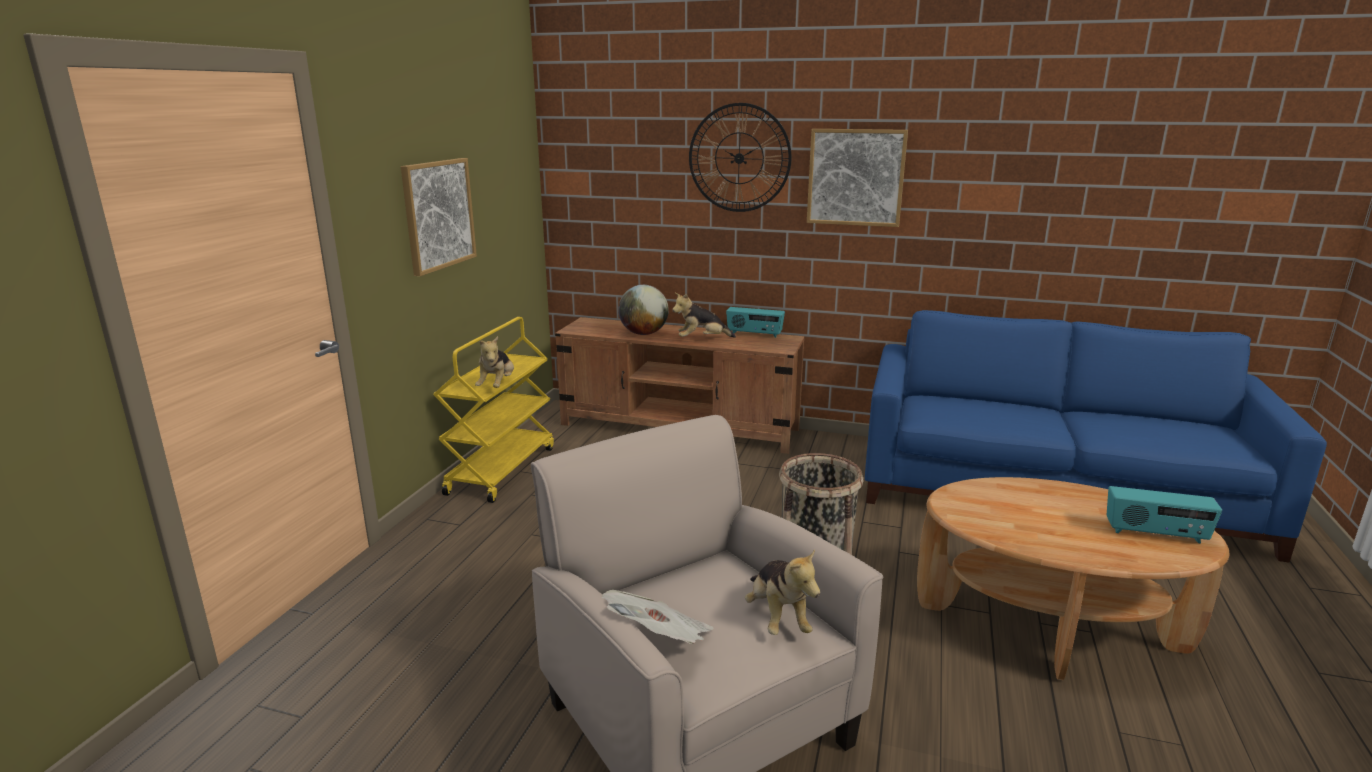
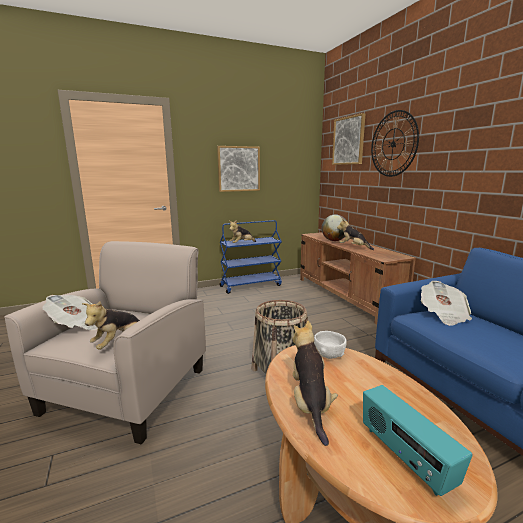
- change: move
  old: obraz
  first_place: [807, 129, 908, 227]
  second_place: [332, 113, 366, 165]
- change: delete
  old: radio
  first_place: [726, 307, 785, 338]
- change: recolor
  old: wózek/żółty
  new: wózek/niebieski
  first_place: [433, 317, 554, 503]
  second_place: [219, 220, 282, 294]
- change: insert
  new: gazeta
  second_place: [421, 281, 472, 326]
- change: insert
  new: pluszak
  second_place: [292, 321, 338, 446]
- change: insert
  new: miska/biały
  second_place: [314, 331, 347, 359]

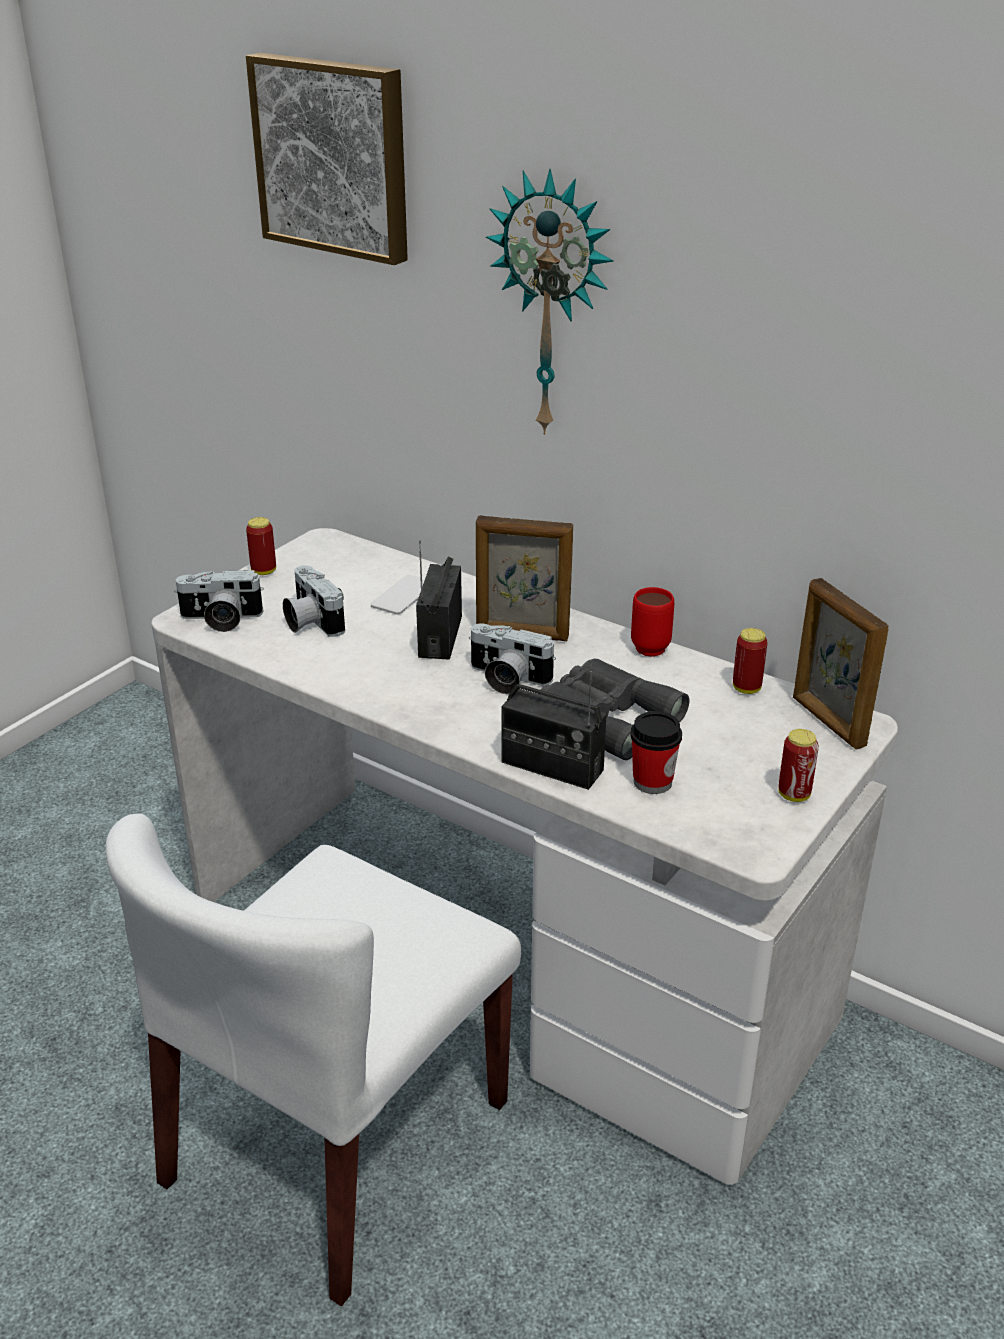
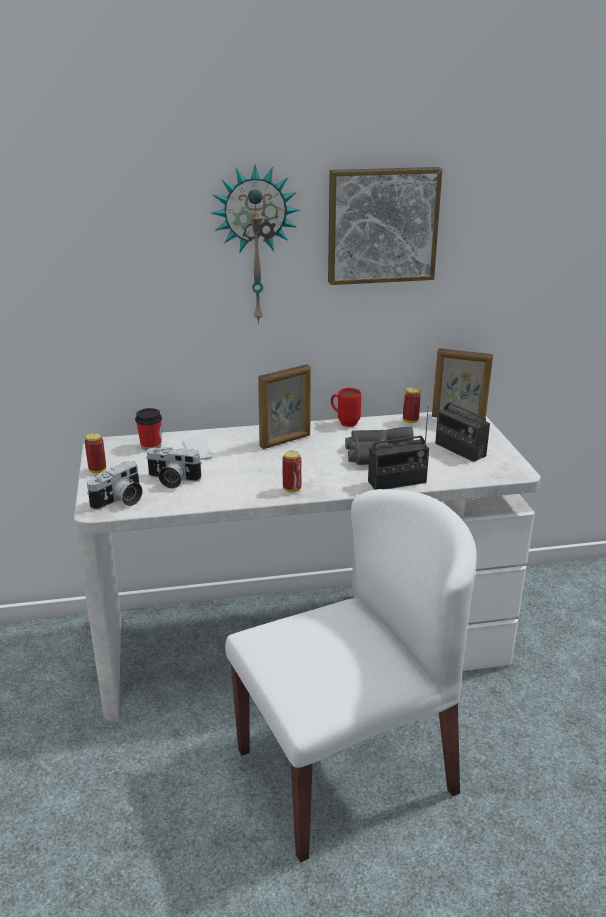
- change: move
  old: obraz
  first_place: [246, 53, 408, 265]
  second_place: [328, 167, 442, 285]
- change: move
  old: radio
  first_place: [416, 541, 462, 660]
  second_place: [435, 387, 490, 462]
- change: delete
  old: aparat fotograficzny
  first_place: [469, 623, 556, 694]
- change: move
  old: filiżanka
  first_place: [630, 711, 682, 794]
  second_place: [135, 408, 162, 451]
- change: move
  old: puszka
  first_place: [778, 729, 819, 802]
  second_place: [282, 451, 302, 493]
- change: rotate
  old: krzesło/biały
  first_place: [106, 814, 521, 1306]
  second_place: [225, 489, 477, 862]
  degrees: -105

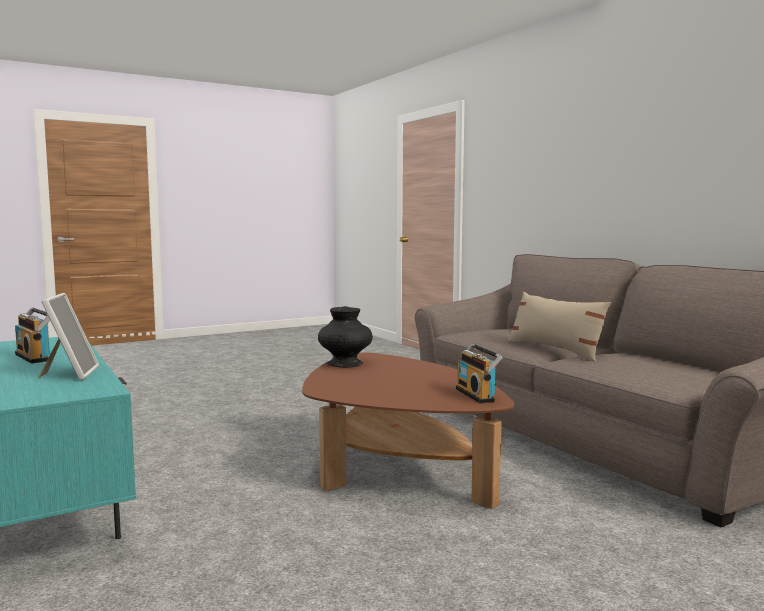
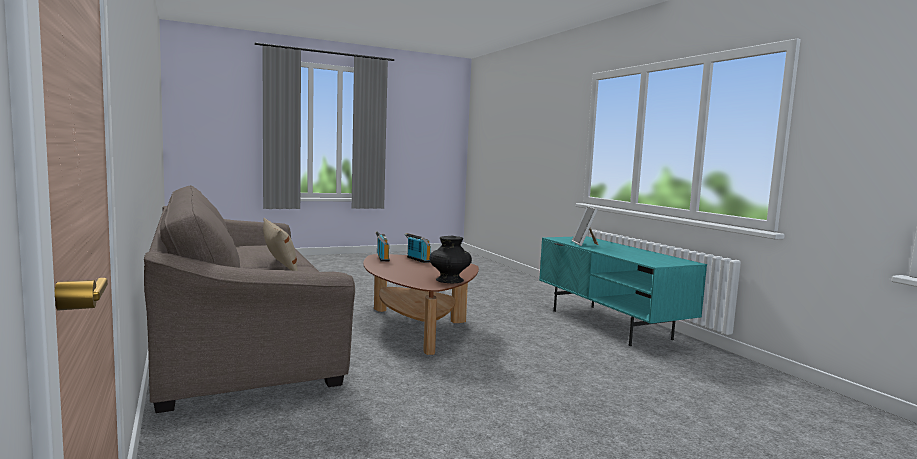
- change: move
  old: radio
  first_place: [15, 307, 50, 364]
  second_place: [405, 233, 431, 263]

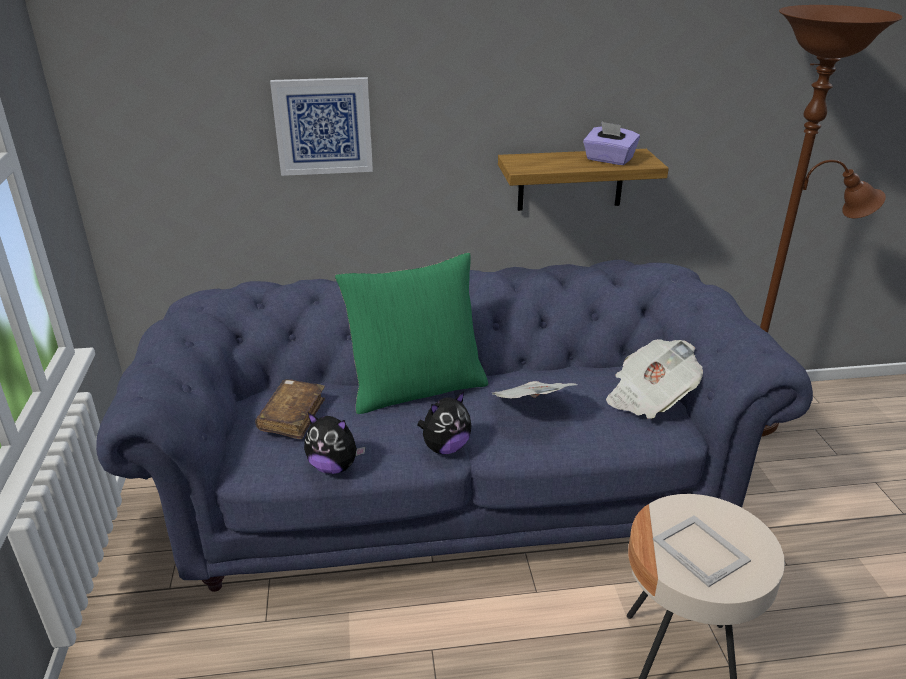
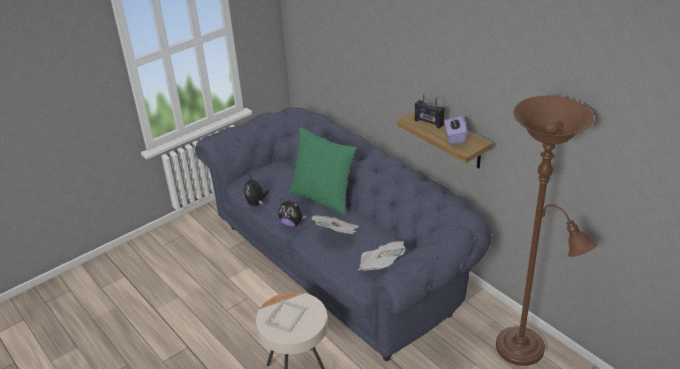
- change: delete
  old: obraz
  first_place: [270, 77, 373, 176]
- change: delete
  old: książka/brązowy
  first_place: [255, 379, 325, 439]
- change: insert
  new: radio
  second_place: [414, 94, 445, 129]

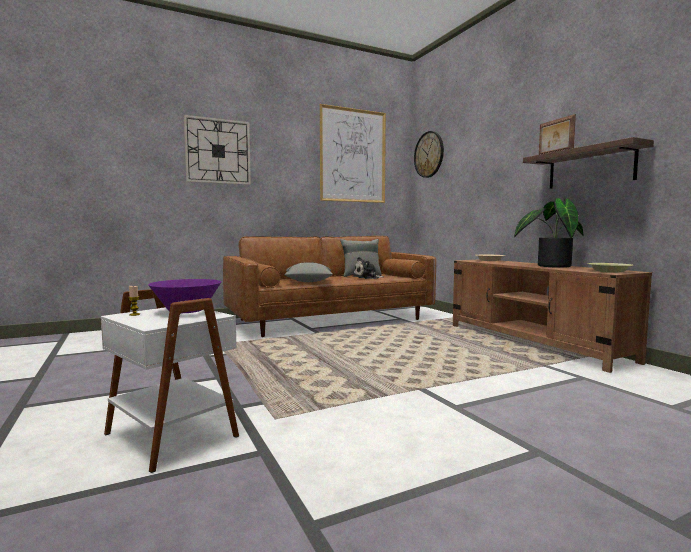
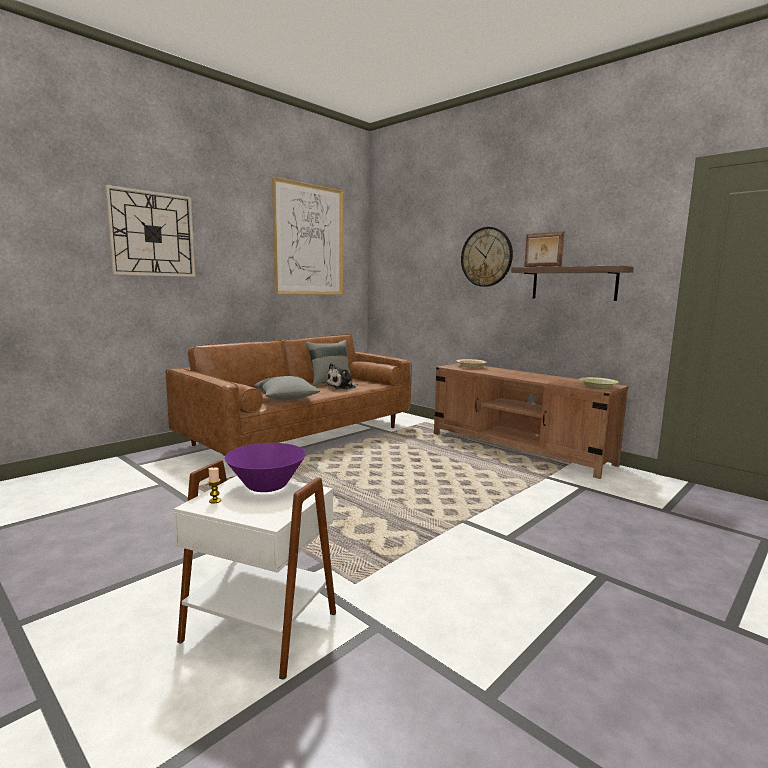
- change: move
  old: zegar ścienny
  first_place: [414, 131, 444, 178]
  second_place: [461, 227, 513, 287]
- change: delete
  old: roślina doniczkowa
  first_place: [514, 198, 584, 268]

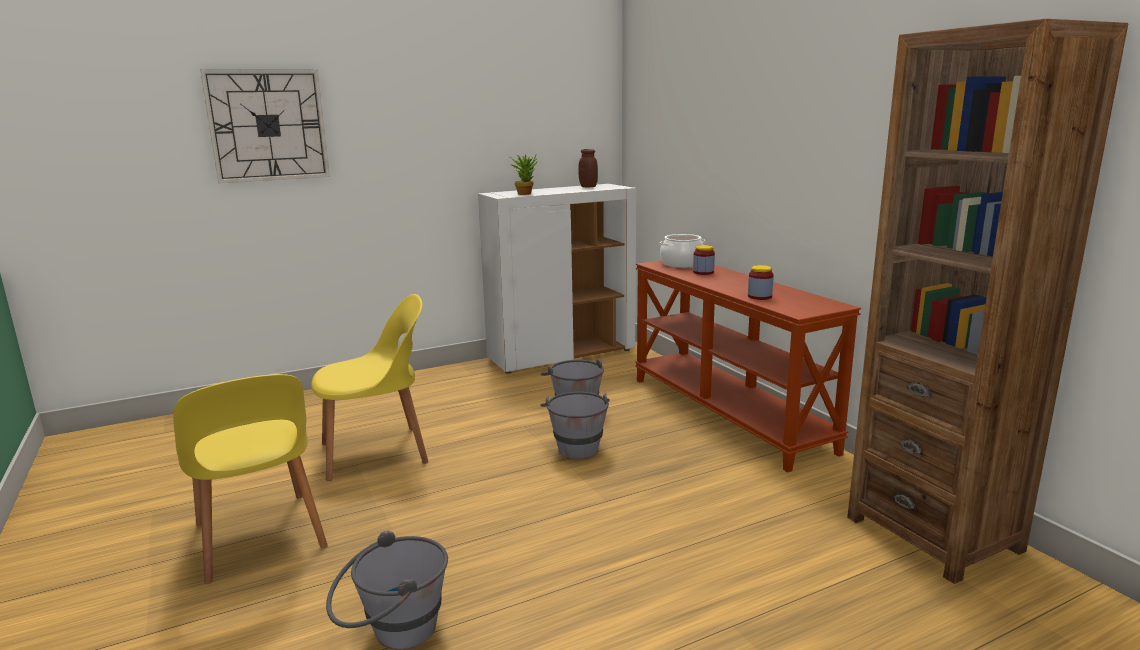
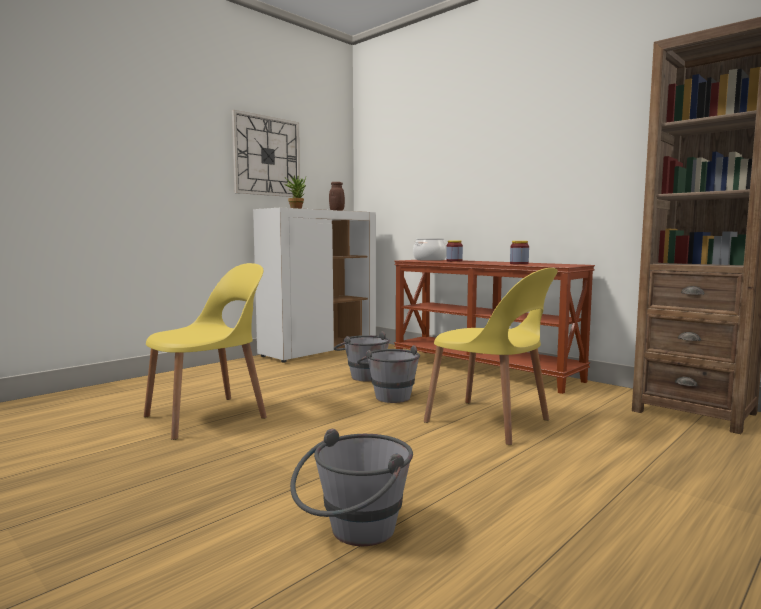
- change: move
  old: zegar ścienny
  first_place: [200, 69, 330, 184]
  second_place: [232, 110, 300, 197]
- change: move
  old: krzesło/żółty
  first_place: [173, 374, 328, 584]
  second_place: [424, 268, 558, 445]

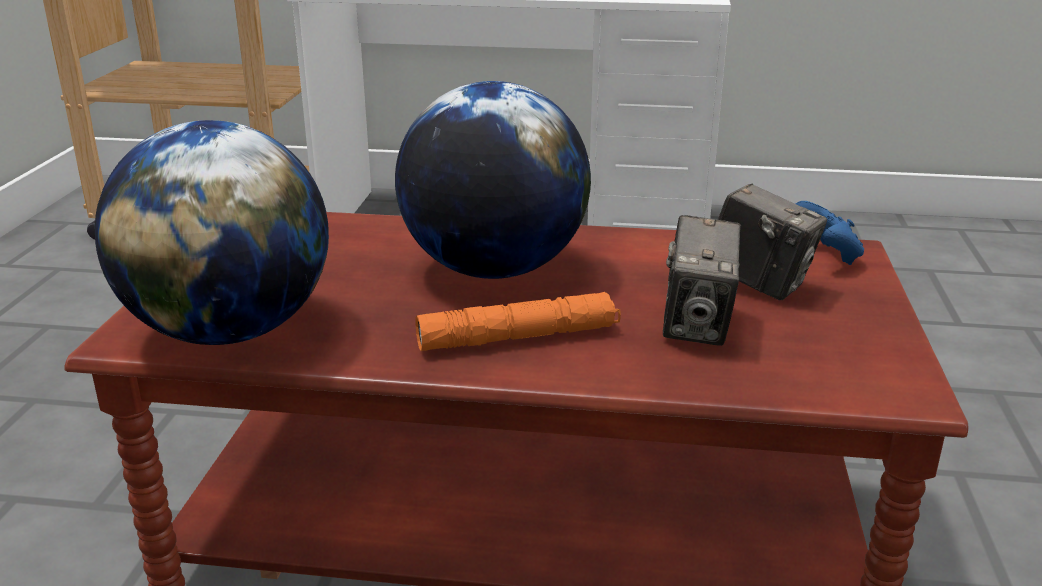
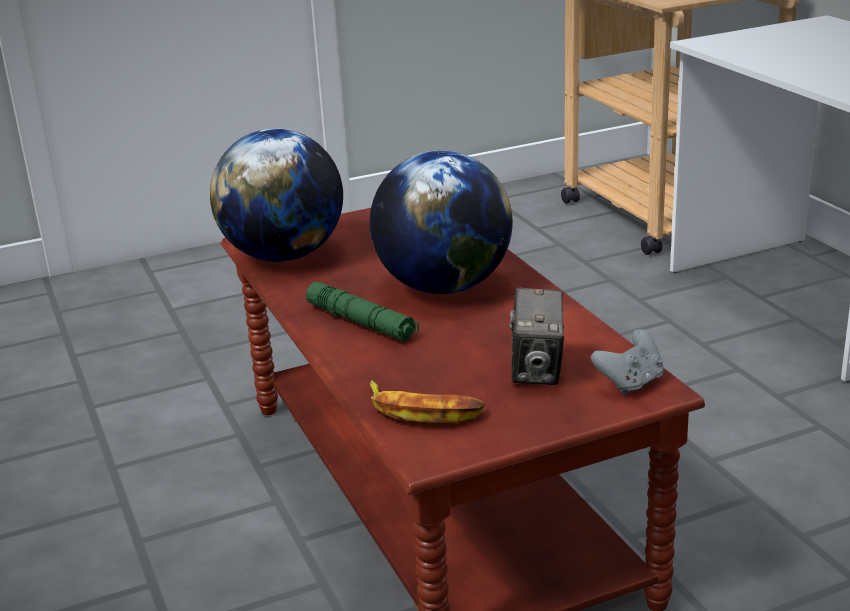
- change: recolor
  old: pad do gier/niebieski
  new: pad do gier/szary
  first_place: [796, 201, 864, 265]
  second_place: [591, 329, 664, 395]
- change: delete
  old: aparat fotograficzny
  first_place: [663, 215, 741, 346]
- change: recolor
  old: latarka/pomarańczowy
  new: latarka/zielony
  first_place: [416, 292, 621, 351]
  second_place: [306, 282, 419, 342]
- change: insert
  new: banan
  second_place: [370, 380, 485, 423]

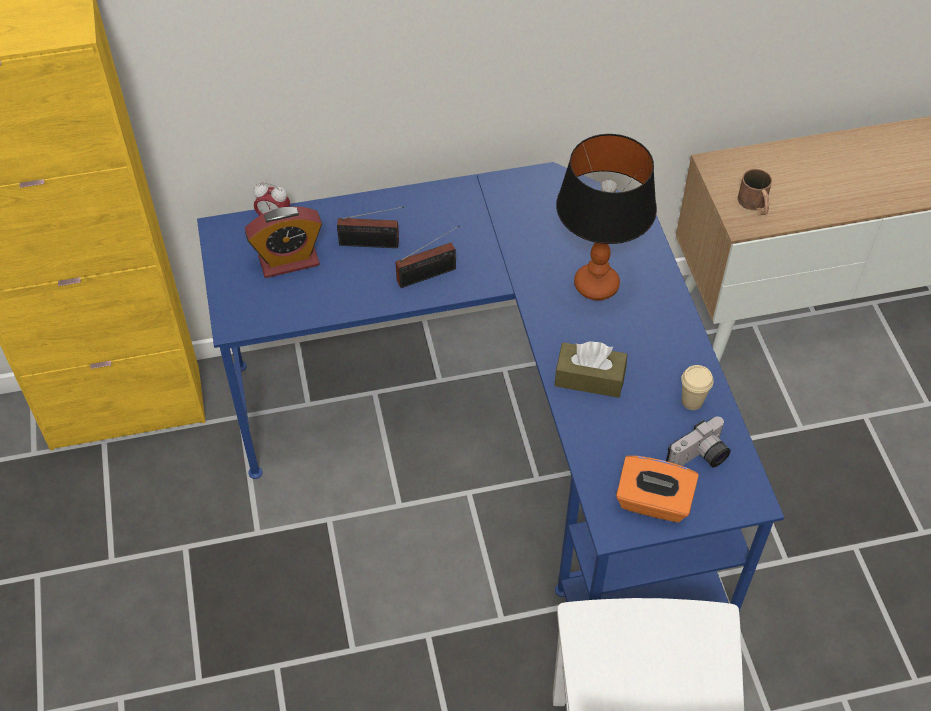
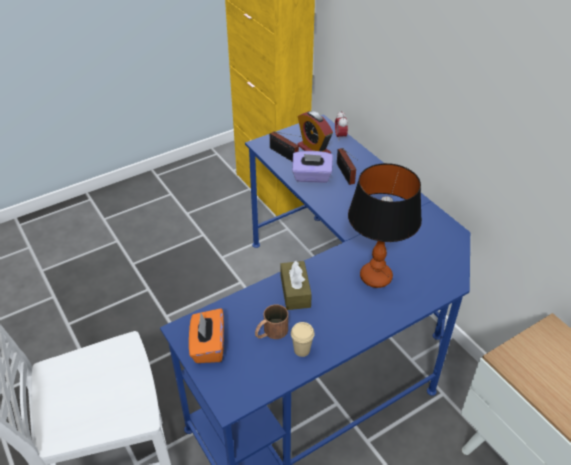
- change: move
  old: kubek/brązowy
  first_place: [738, 169, 772, 215]
  second_place: [255, 305, 288, 339]
- change: move
  old: radio
  first_place: [396, 226, 460, 288]
  second_place: [270, 131, 301, 162]
- change: delete
  old: aparat fotograficzny
  first_place: [666, 416, 731, 468]
- change: insert
  new: pudełko chusteczek/fioletowy
  second_place: [292, 151, 333, 183]

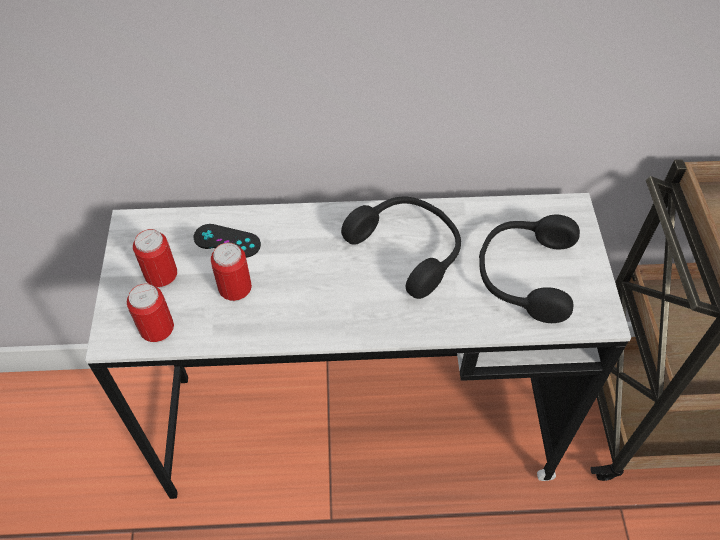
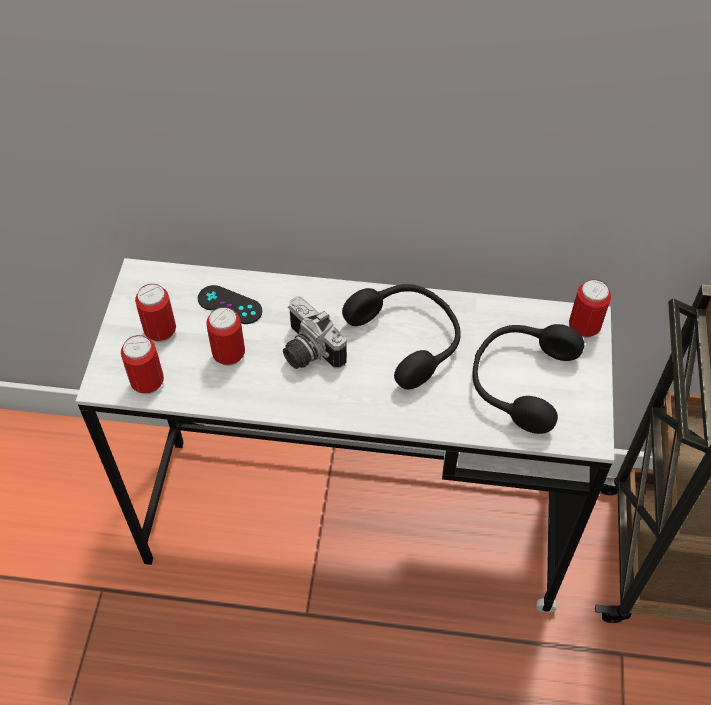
- change: insert
  new: puszka
  second_place: [569, 279, 611, 338]
- change: insert
  new: aparat fotograficzny
  second_place: [283, 297, 347, 369]

